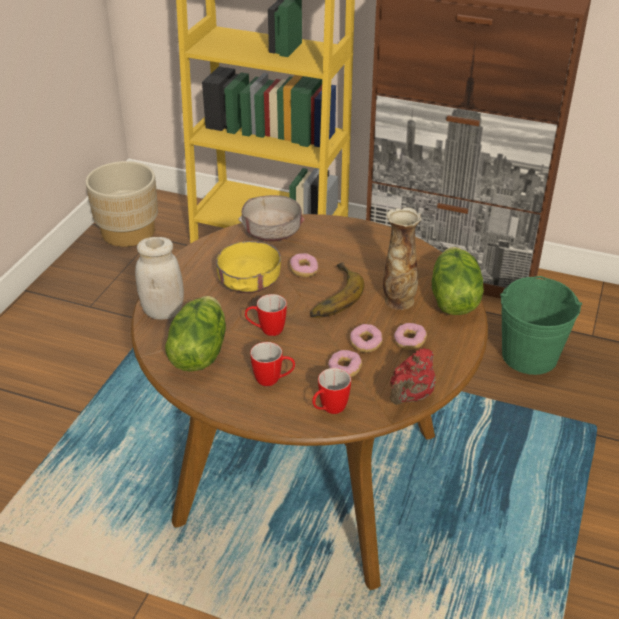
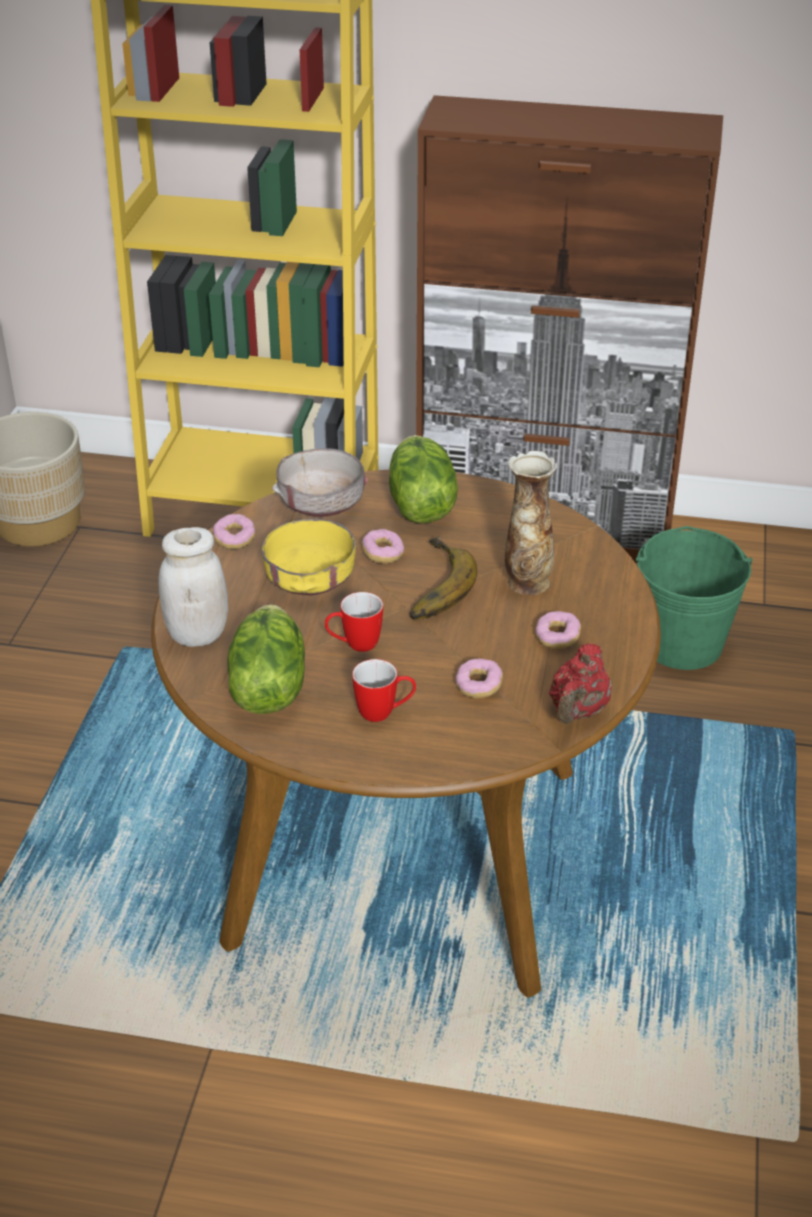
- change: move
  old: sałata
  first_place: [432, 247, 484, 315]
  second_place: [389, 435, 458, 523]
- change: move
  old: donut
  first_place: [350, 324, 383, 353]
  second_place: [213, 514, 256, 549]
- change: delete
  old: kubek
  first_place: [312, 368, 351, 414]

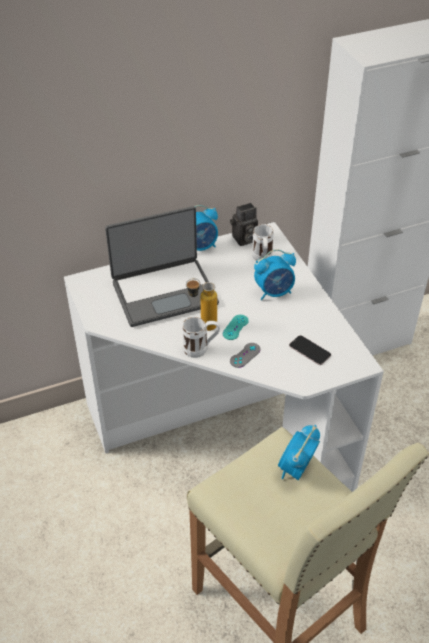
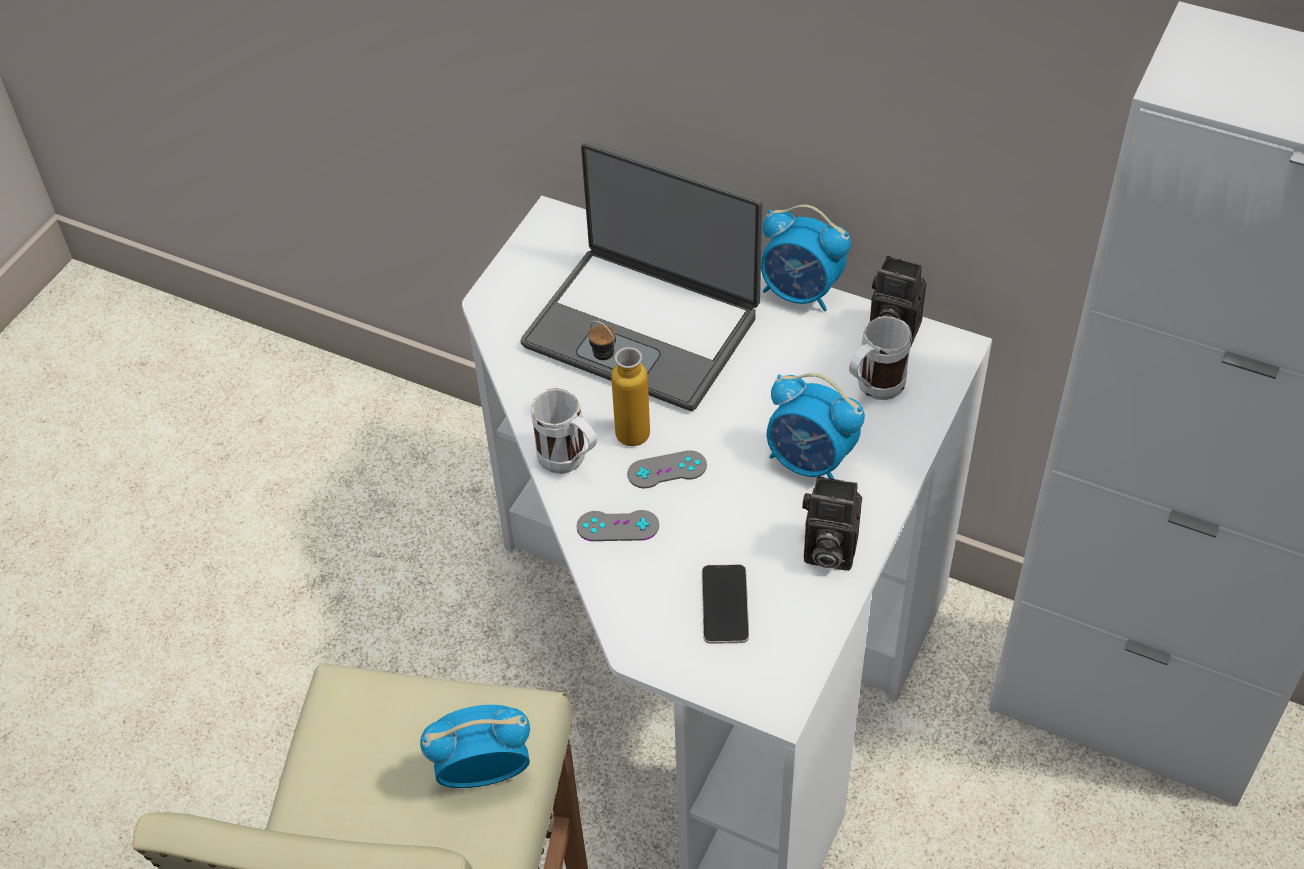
- change: recolor
  old: pad do gier/turkusowy
  new: pad do gier/szary
  first_place: [223, 315, 249, 340]
  second_place: [627, 450, 707, 488]
- change: insert
  new: aparat fotograficzny
  second_place: [802, 476, 862, 571]

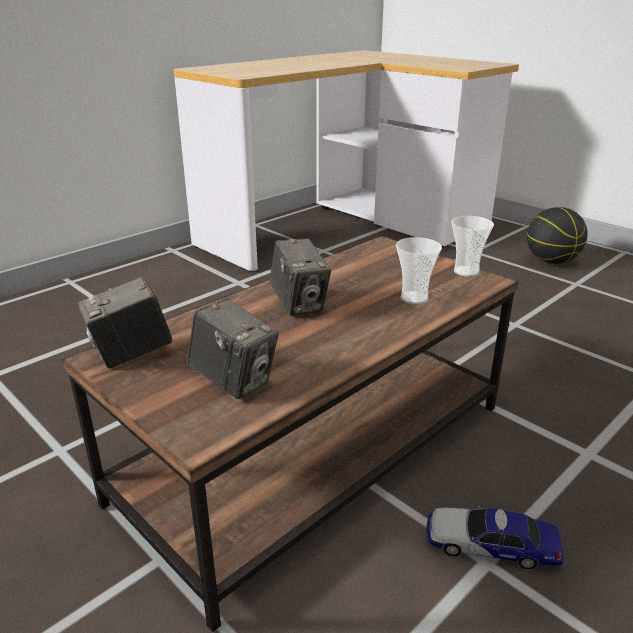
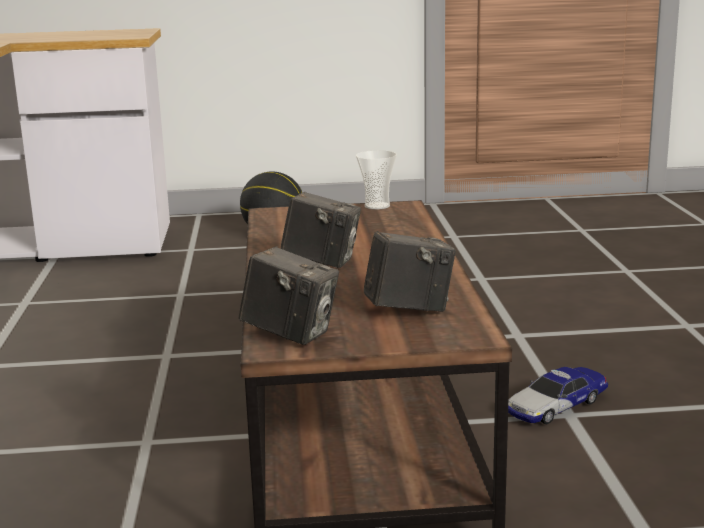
- change: delete
  old: filiżanka
  first_place: [396, 237, 442, 304]
- change: rotate
  old: aparat fotograficzny
  first_place: [78, 277, 172, 369]
  second_place: [239, 246, 339, 345]
  degrees: -75

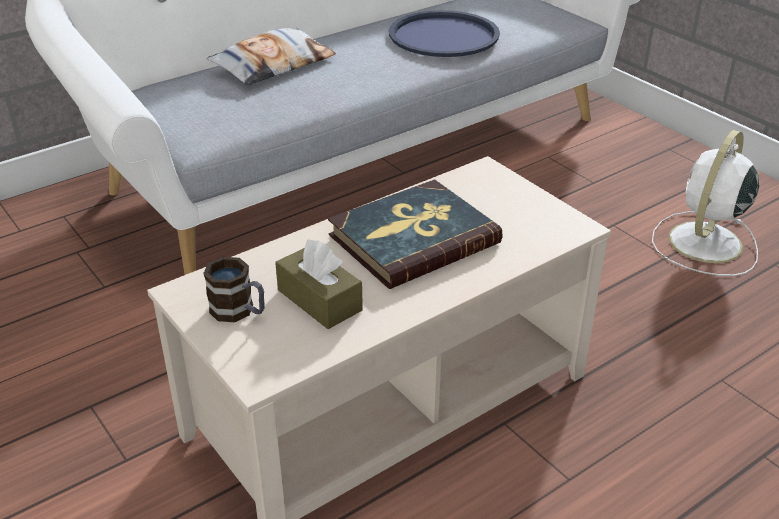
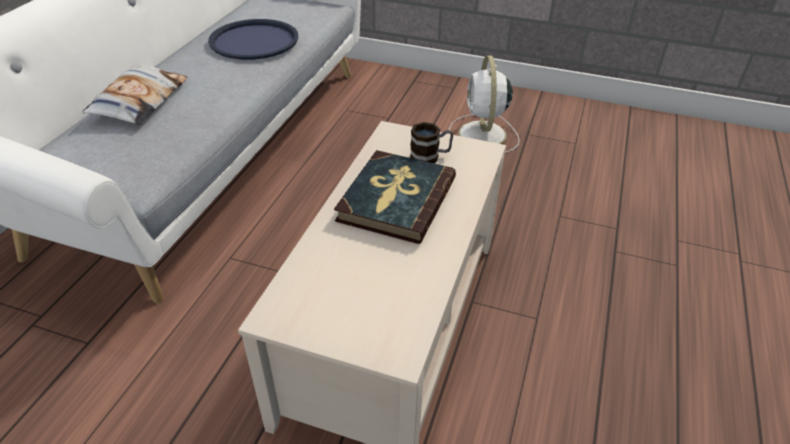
- change: delete
  old: pudełko chusteczek/brązowy
  first_place: [275, 240, 363, 329]
- change: move
  old: kubek
  first_place: [203, 257, 265, 322]
  second_place: [410, 122, 453, 163]

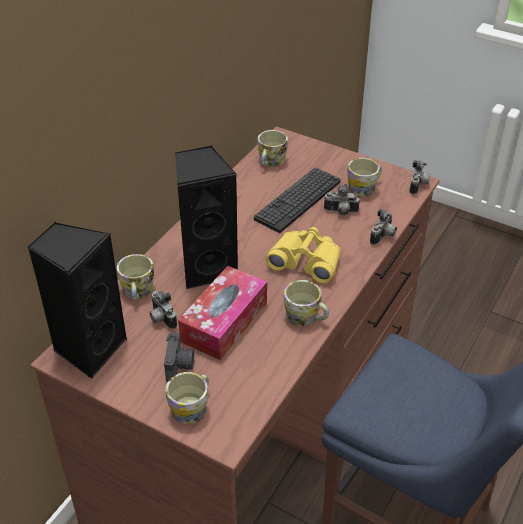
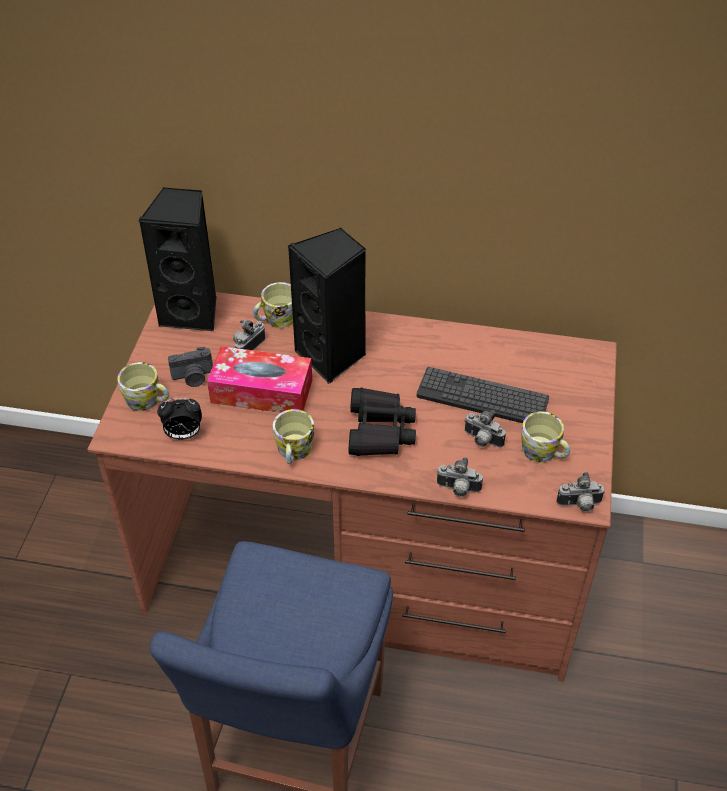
- change: delete
  old: kubek
  first_place: [257, 130, 288, 167]
- change: rotate
  old: aparat fotograficzny
  first_place: [324, 184, 360, 215]
  second_place: [464, 410, 506, 447]
  degrees: -45
- change: recolor
  old: lornetka/żółty
  new: lornetka/czarny
  first_place: [266, 227, 341, 284]
  second_place: [348, 388, 416, 456]
- change: insert
  new: budzik
  second_place: [157, 398, 202, 440]

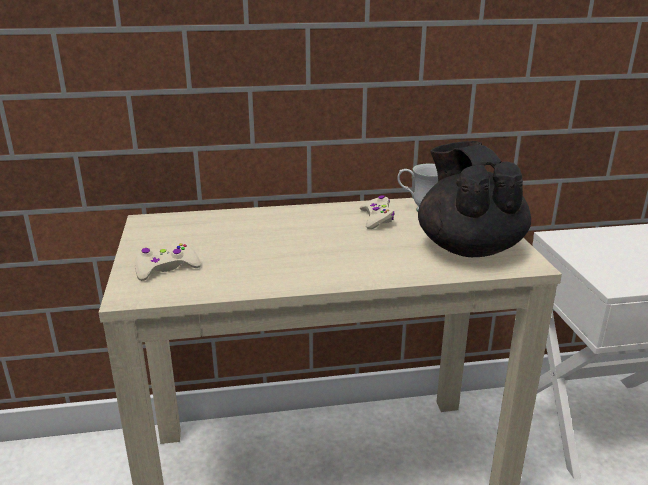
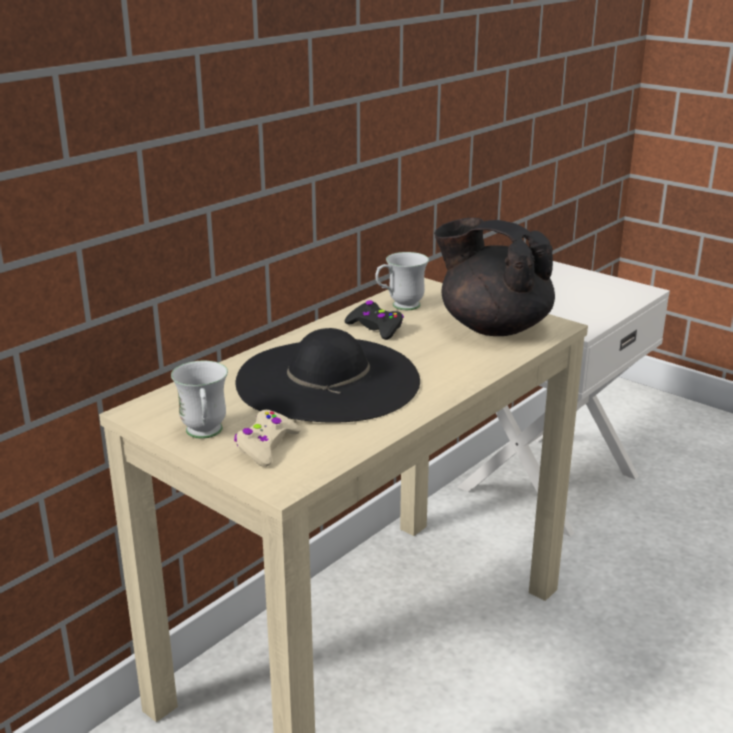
- change: recolor
  old: pad do gier/beżowy
  new: pad do gier/czarny
  first_place: [360, 195, 395, 229]
  second_place: [345, 300, 404, 340]
- change: insert
  new: kapelusz/czarny
  second_place: [236, 328, 420, 423]
- change: insert
  new: kubek/biały
  second_place: [171, 361, 228, 439]

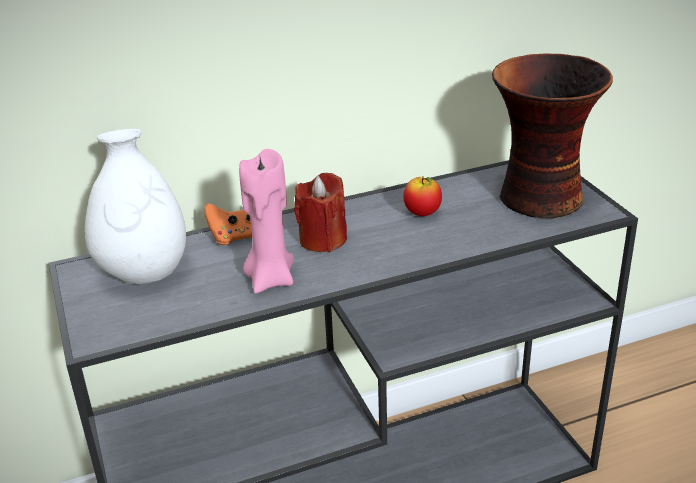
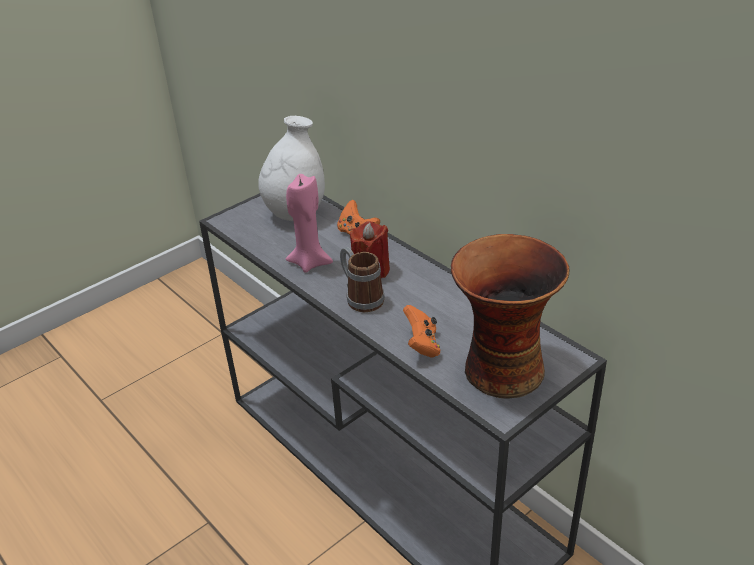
- change: delete
  old: jabłko
  first_place: [403, 176, 442, 216]
- change: insert
  new: kubek
  second_place: [340, 247, 385, 312]
- change: insert
  new: pad do gier/pomarańczowy
  second_place: [403, 305, 440, 358]

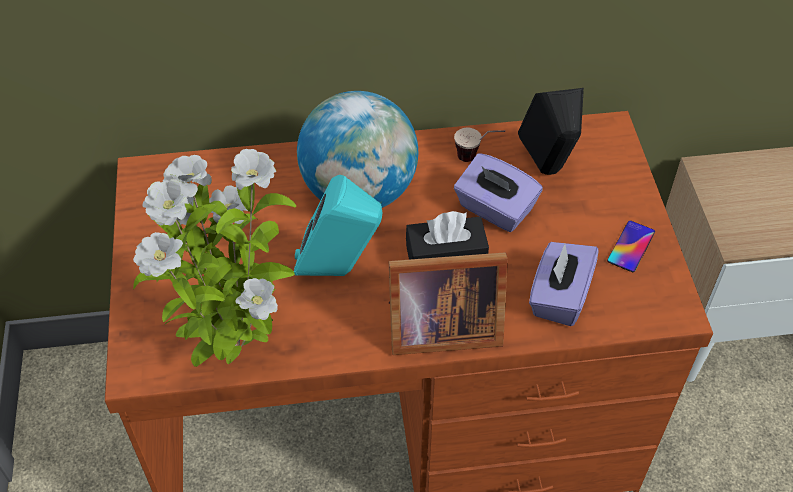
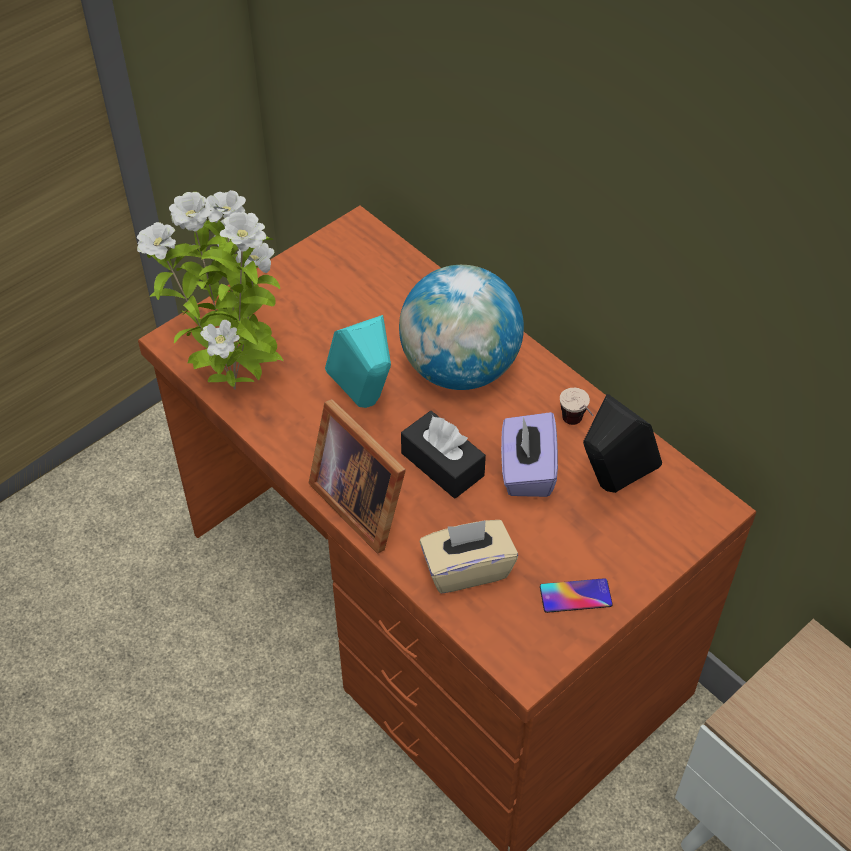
- change: recolor
  old: pudełko chusteczek/fioletowy
  new: pudełko chusteczek/beżowy
  first_place: [529, 242, 599, 326]
  second_place: [420, 520, 518, 593]

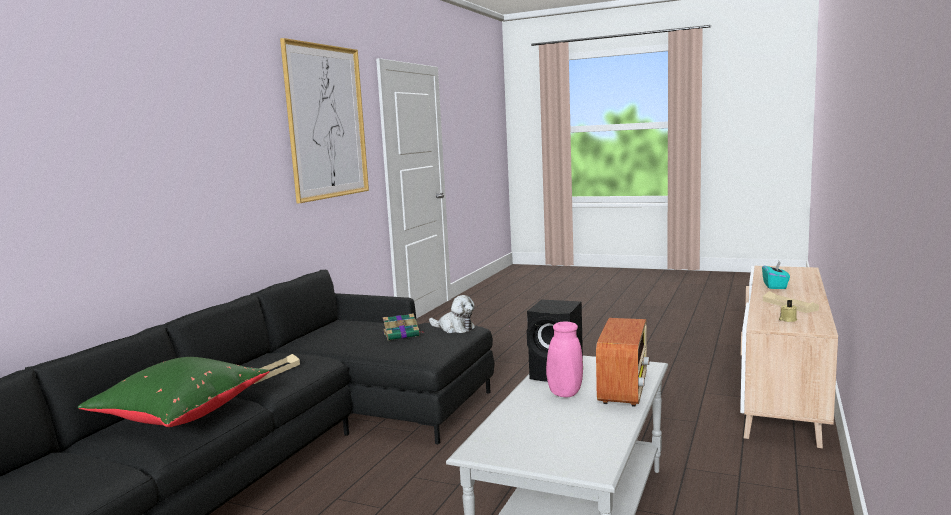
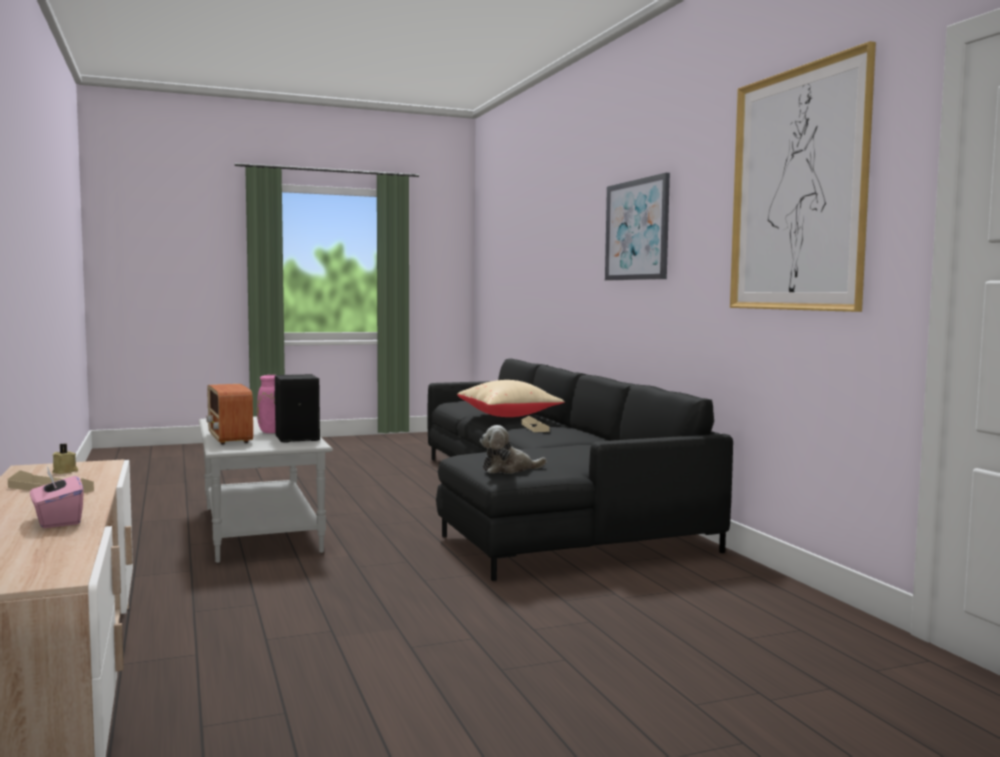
- change: recolor
  old: pudełko chusteczek/turkusowy
  new: pudełko chusteczek/różowy
  first_place: [762, 261, 790, 289]
  second_place: [30, 466, 84, 528]
- change: delete
  old: książka
  first_place: [383, 313, 425, 340]
- change: recolor
  old: poduszka/zielony
  new: poduszka/beżowy
  first_place: [78, 357, 270, 427]
  second_place: [457, 380, 565, 417]
- change: insert
  new: obraz
  second_place: [605, 173, 670, 280]

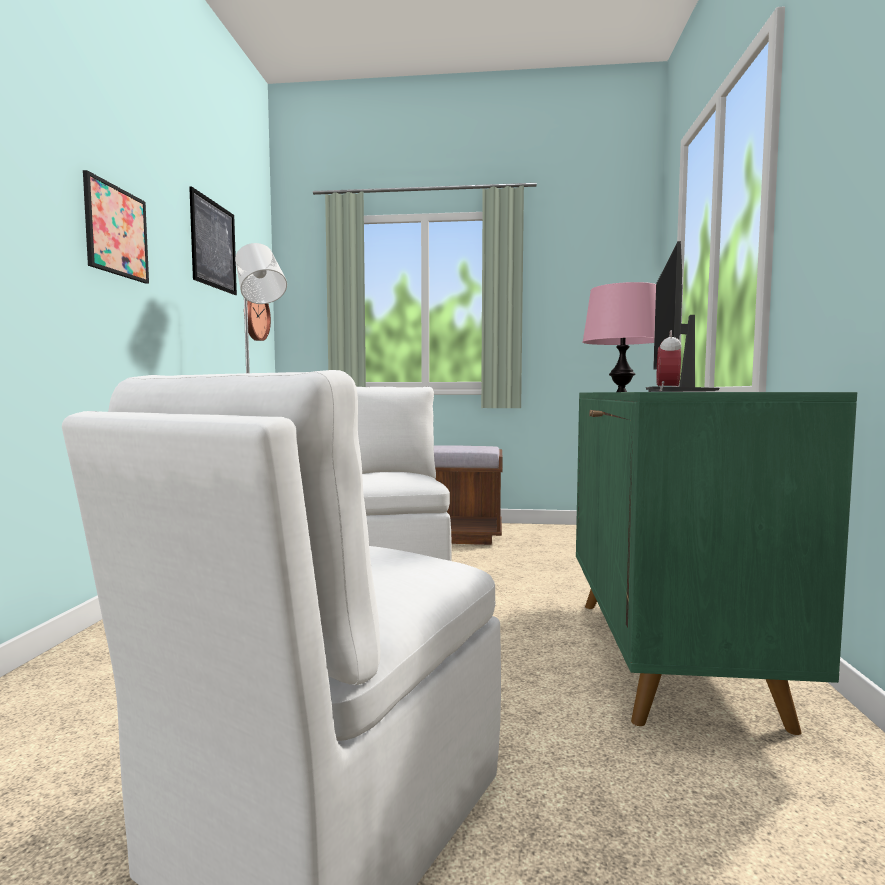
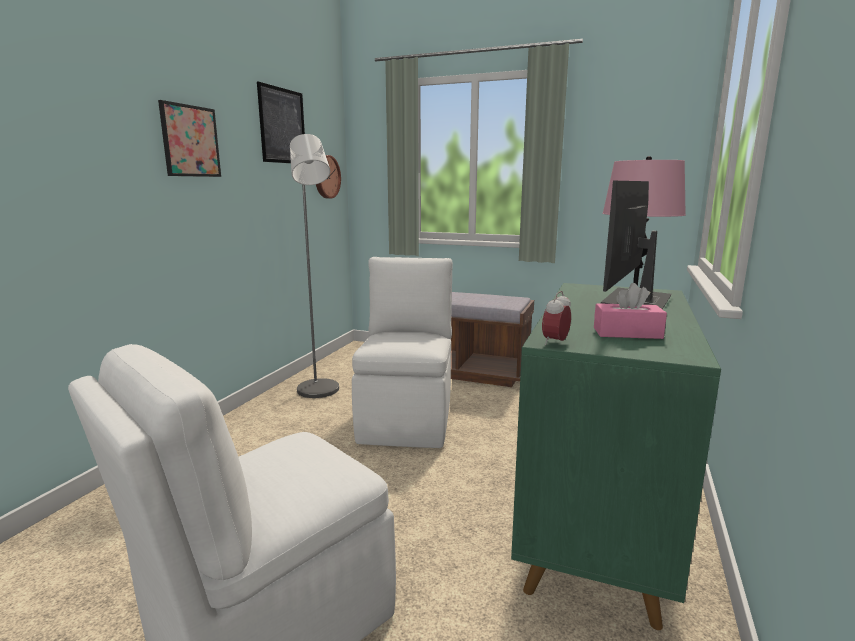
- change: insert
  new: pudełko chusteczek/różowy
  second_place: [594, 283, 667, 339]

